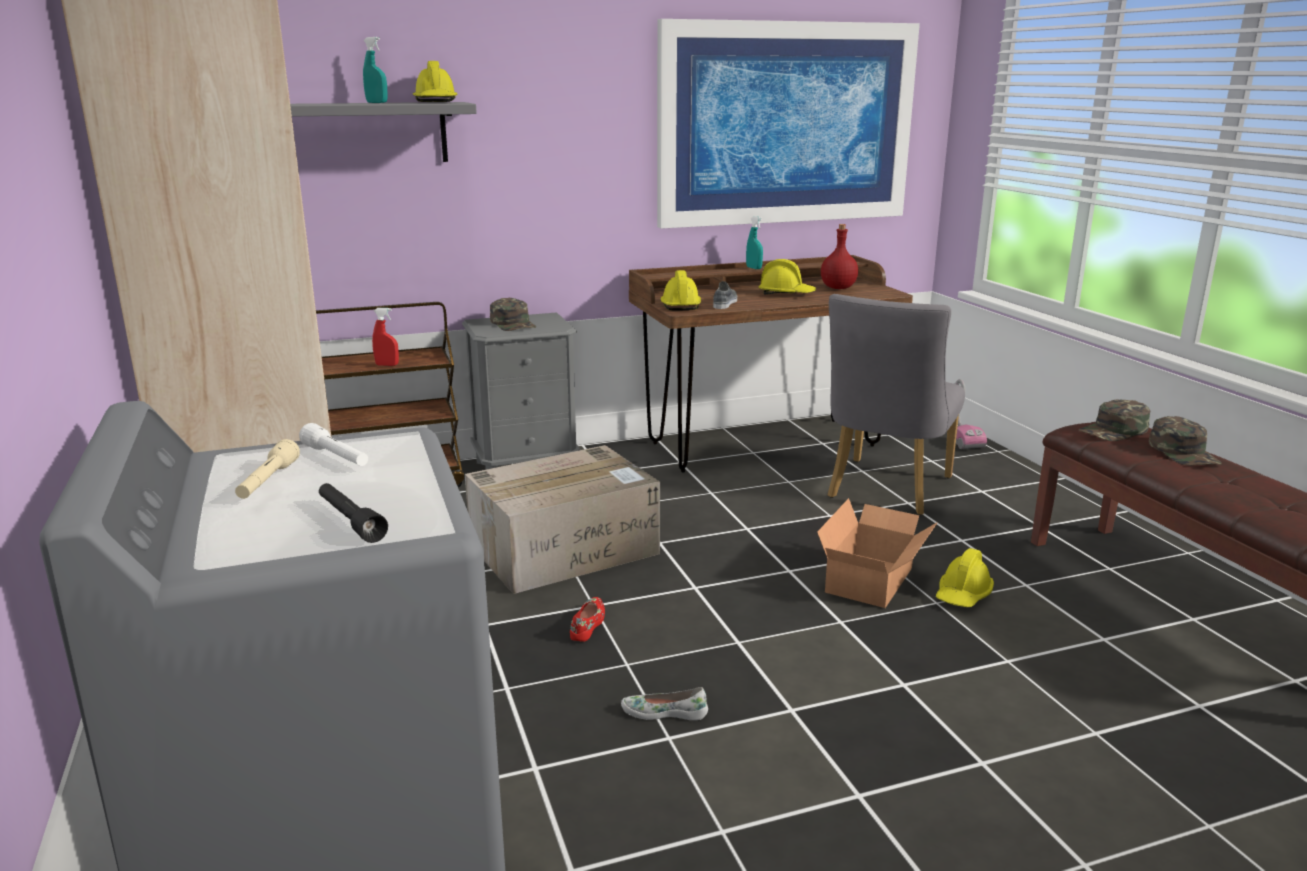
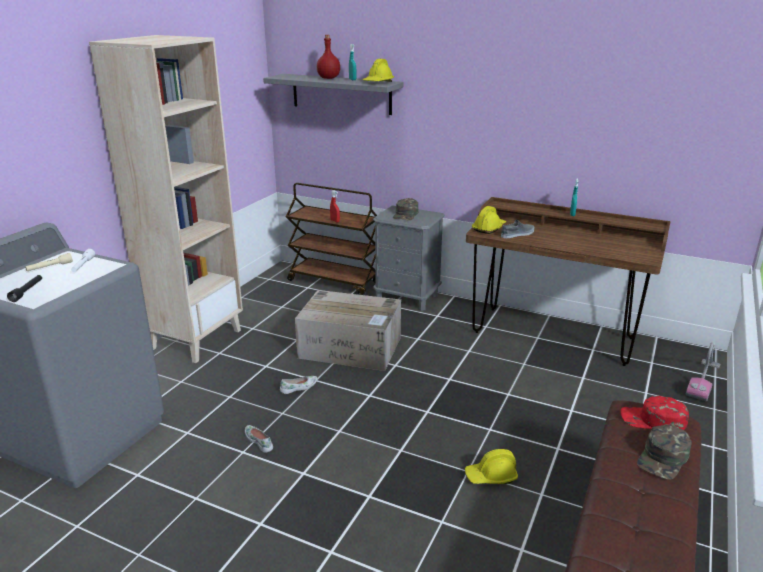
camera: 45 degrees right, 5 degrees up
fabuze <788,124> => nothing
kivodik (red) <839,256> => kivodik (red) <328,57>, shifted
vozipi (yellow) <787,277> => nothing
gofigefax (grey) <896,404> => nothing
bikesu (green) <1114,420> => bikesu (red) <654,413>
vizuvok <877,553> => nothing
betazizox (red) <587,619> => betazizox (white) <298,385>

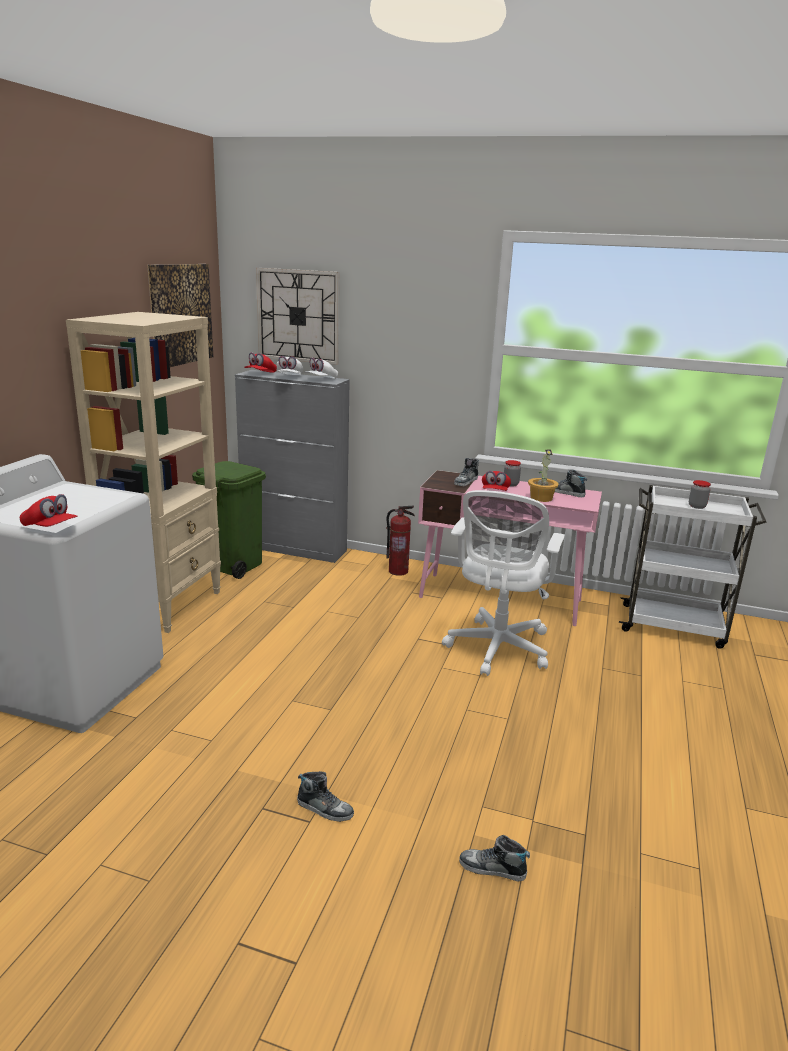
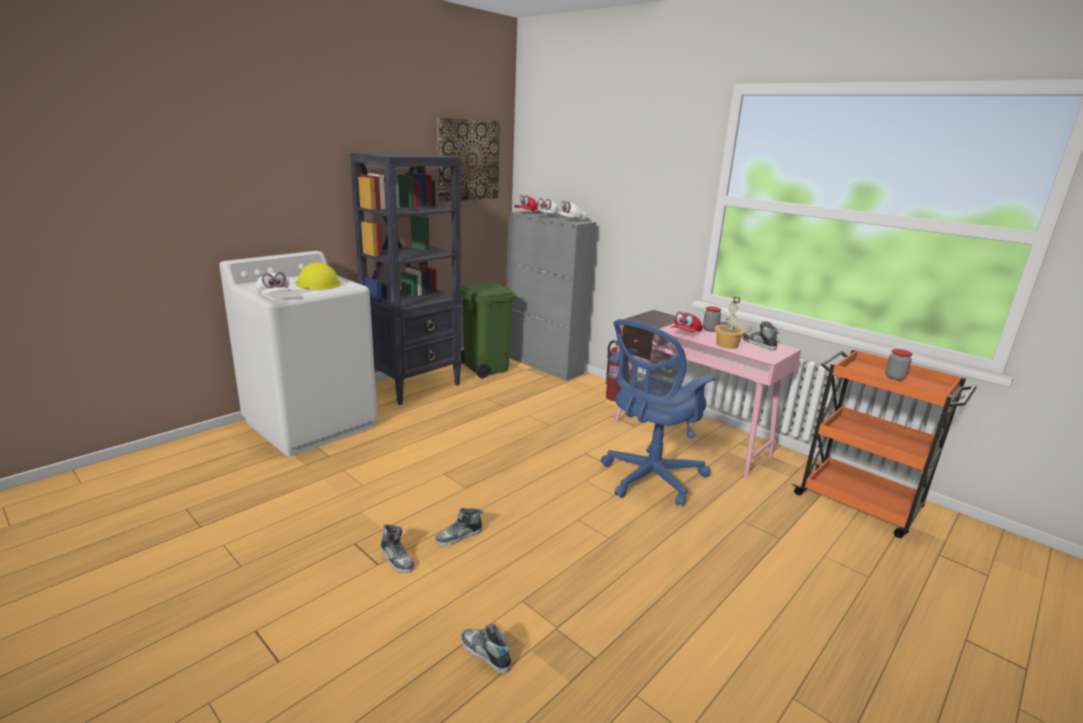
camera: 25 degrees right, 0 degrees up
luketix <298,316> => nothing
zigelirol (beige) <143,472> => zigelirol (black) <406,279>
betazizox <466,472> => betazizox <459,527>, shifted
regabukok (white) <693,567> => regabukok (orange) <884,443>
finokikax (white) <503,583> => finokikax (blue) <658,412>
bikesu (red) <49,510> => bikesu (white) <273,283>
nothing => vozipi (yellow) <318,276>

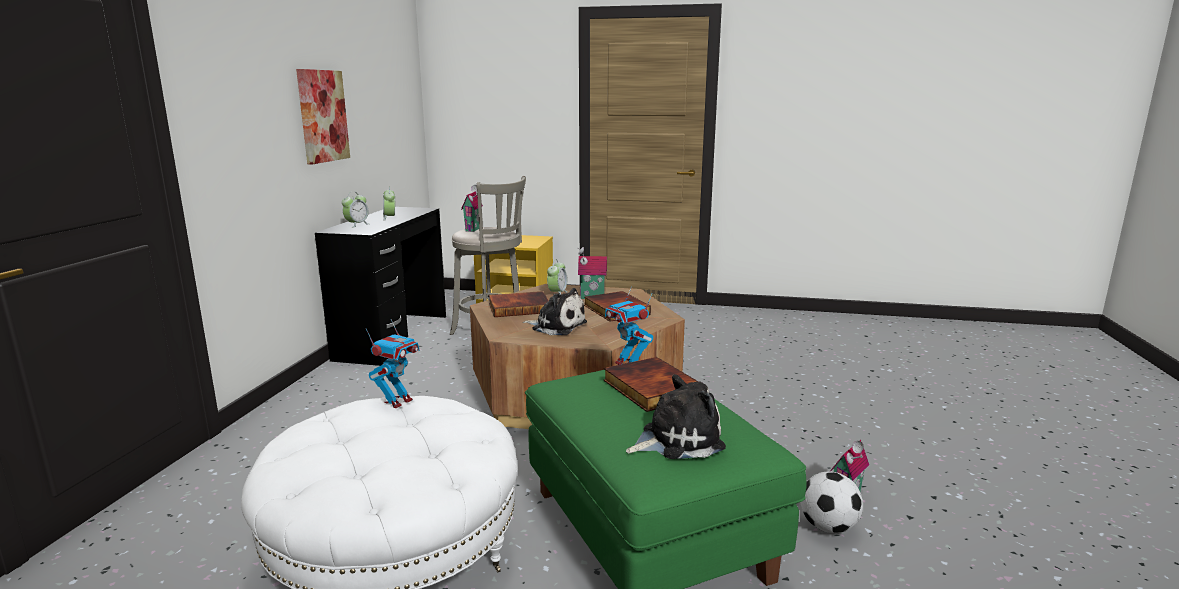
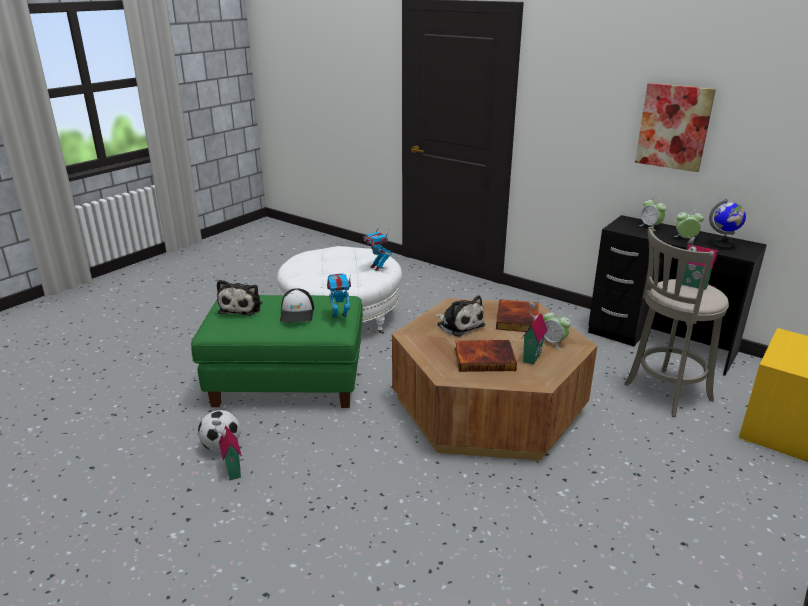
camera: 115 degrees right, 10 degrees up
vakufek <555,311> => vakufek <460,316>, 90 degrees counterclockwise
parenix <651,384> => bikesu <297,305>
nothing => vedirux <727,224>

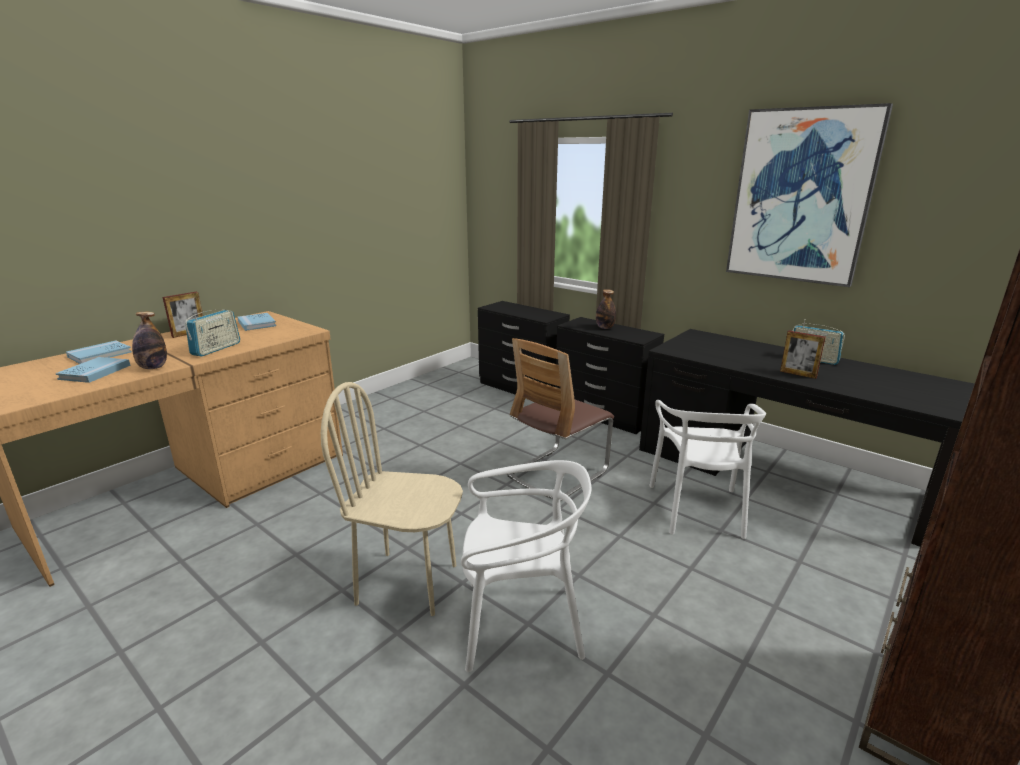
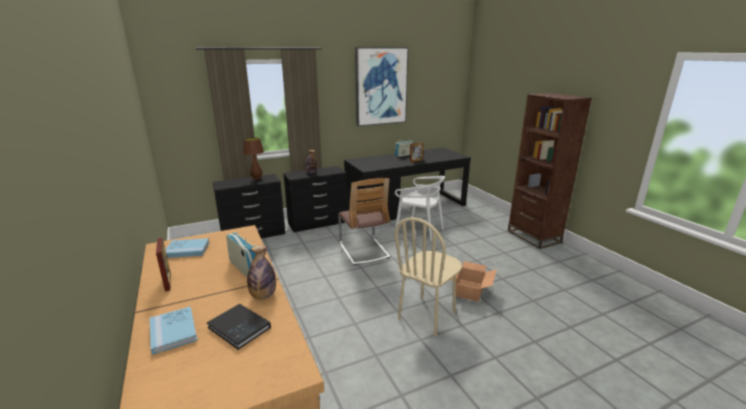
camera: 65 degrees left, 0 degrees up
parenix (blue) <93,370> => parenix (black) <239,327>
gofigefax (white) <526,566> => vizuvok <473,281>
nothing => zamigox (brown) <253,158>

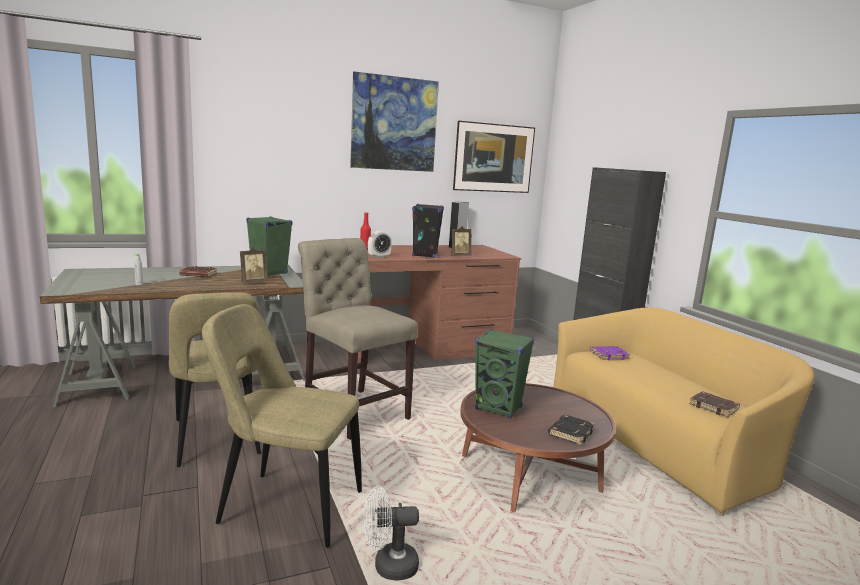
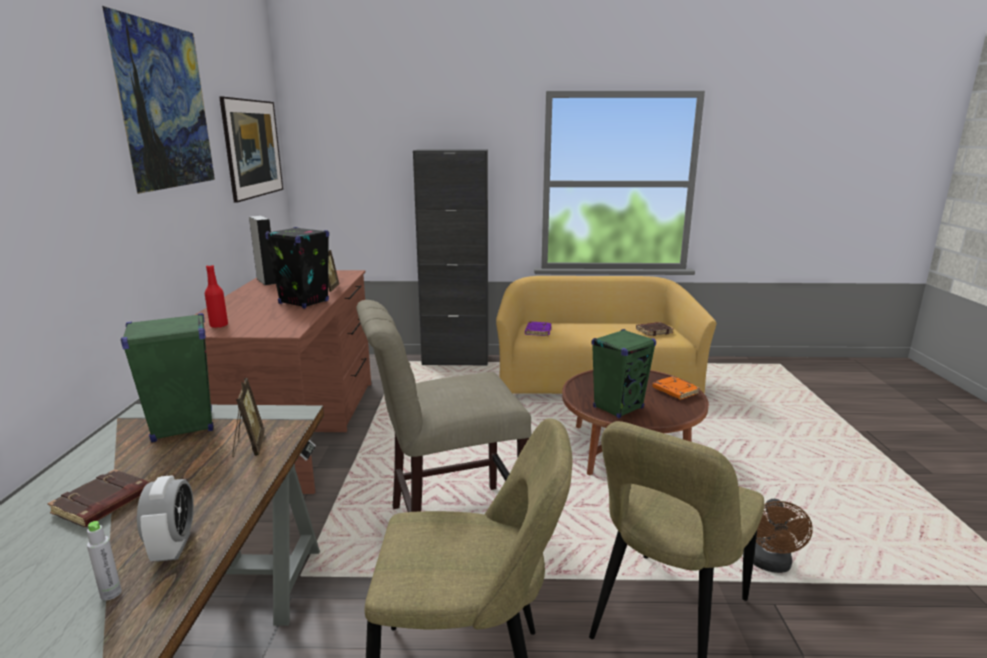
camera: 65 degrees left, 5 degrees up
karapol <380,244> => karapol <165,518>, shifted
parenix (black) <571,430> => parenix (orange) <676,388>
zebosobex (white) <391,533> => zebosobex (brown) <783,536>

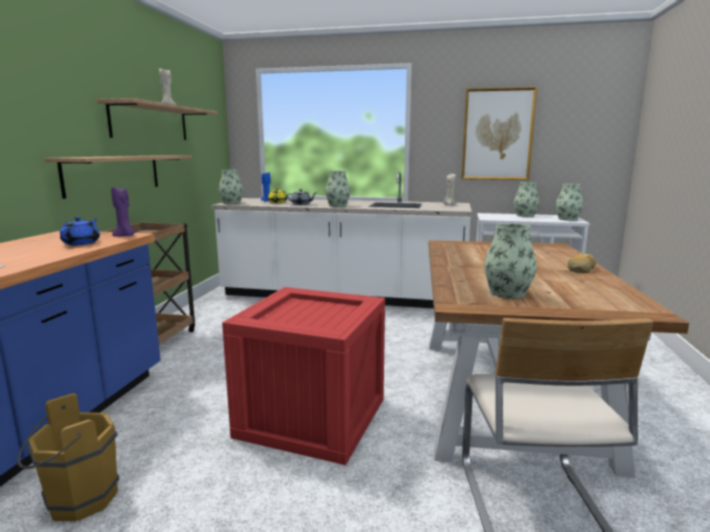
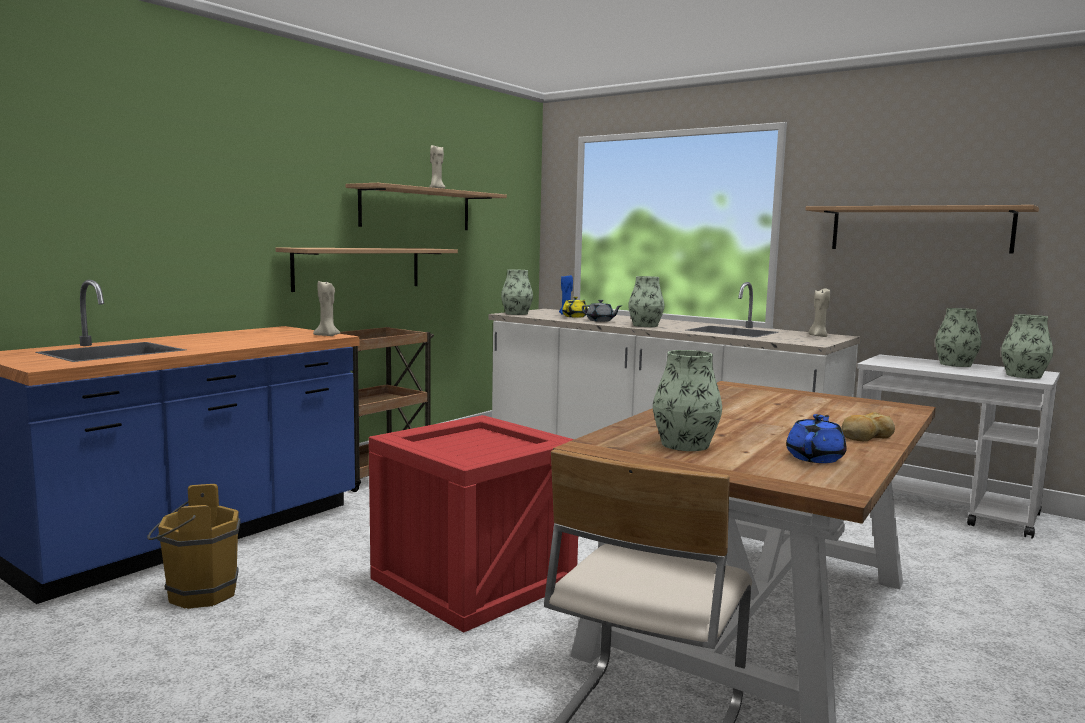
camera: 25 degrees right, 5 degrees down
fabuze <499,133> => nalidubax <922,229>
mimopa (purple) <123,211> => mimopa (beige) <326,308>
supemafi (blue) <80,231> => supemafi (blue) <816,438>, shifted

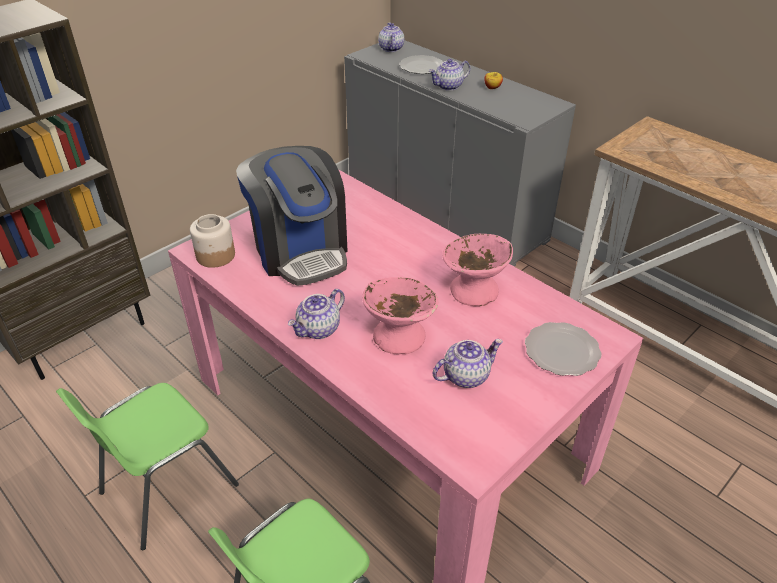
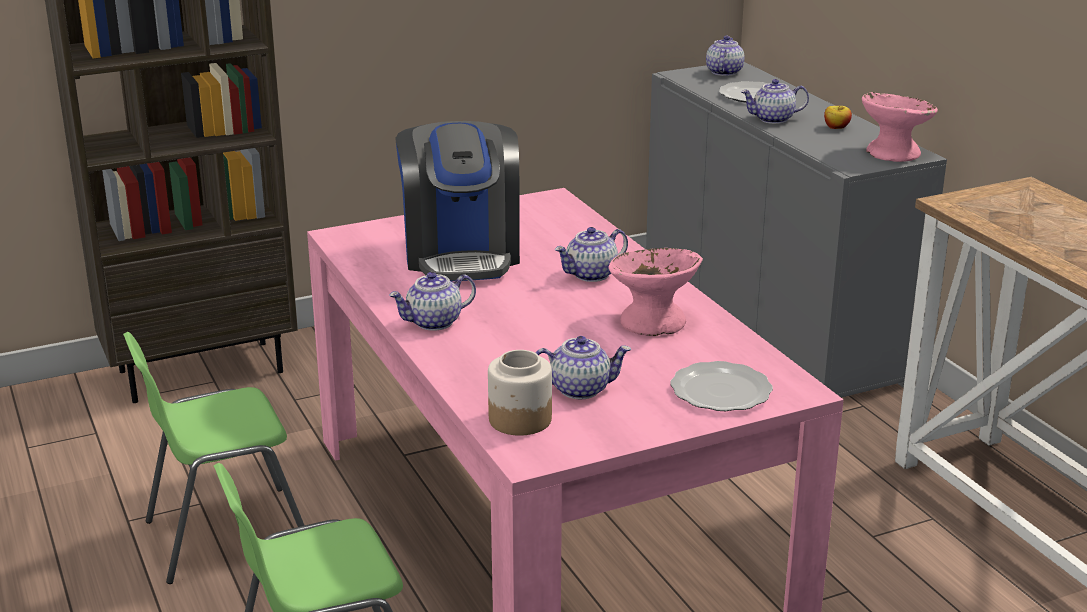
camera: 20 degrees right, 15 degrees down
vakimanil <212,241> => vakimanil <520,393>, shifted
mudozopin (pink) <400,315> => mudozopin (pink) <900,127>, shifted
nothing => supemafi <591,254>

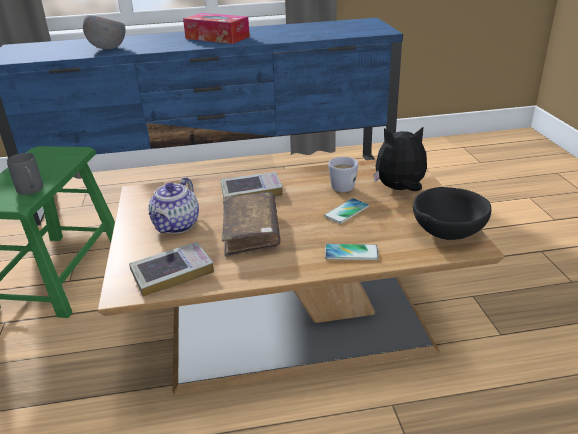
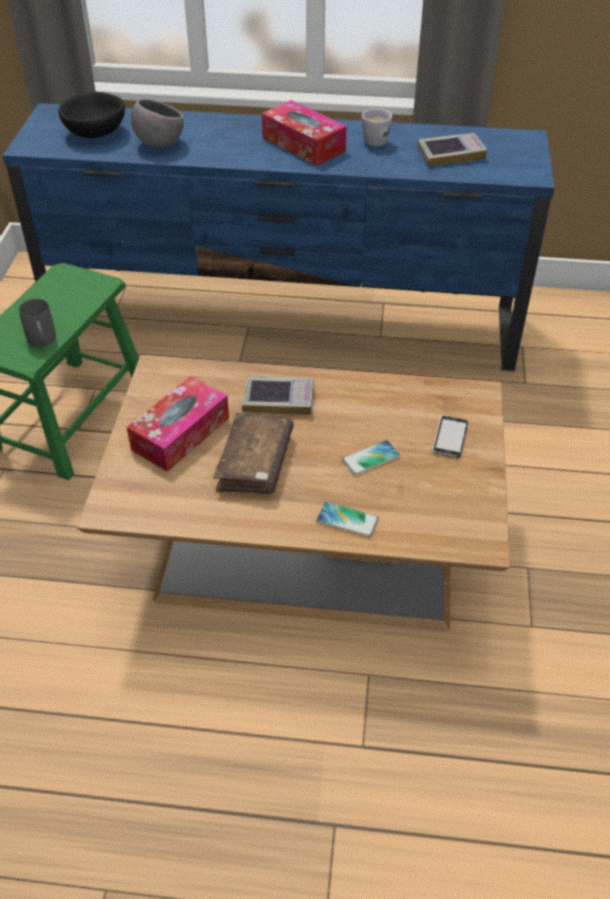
camera: 15 degrees right, 15 degrees up
vakufek <400,158> => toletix <450,437>
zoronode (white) <343,174> => zoronode (white) <377,127>, shifted
supemafi <173,205> => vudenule <178,424>
mudozopin (black) <452,213> => mudozopin (black) <91,115>, shifted
parenix <171,269> => parenix <452,149>, shifted

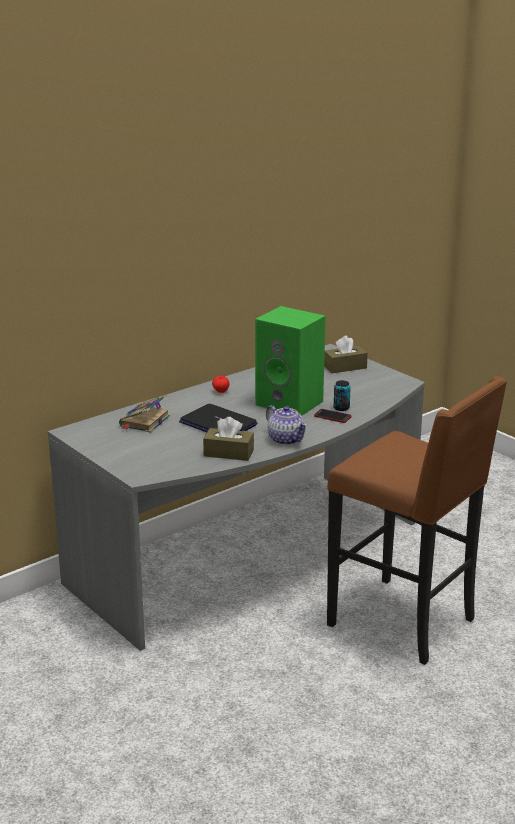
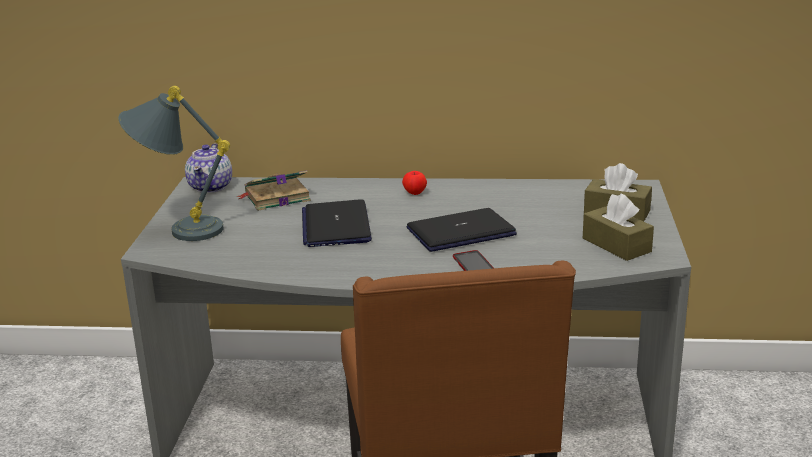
camera: 45 degrees right, 0 degrees up
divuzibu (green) <290,360> => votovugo <462,230>
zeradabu <342,395> => nothing
supemafi <287,425> => supemafi <208,168>, shifted
vudenule (brown) <228,439> => vudenule (brown) <618,227>, shifted
nothing => zamigox (grey) <174,163>

